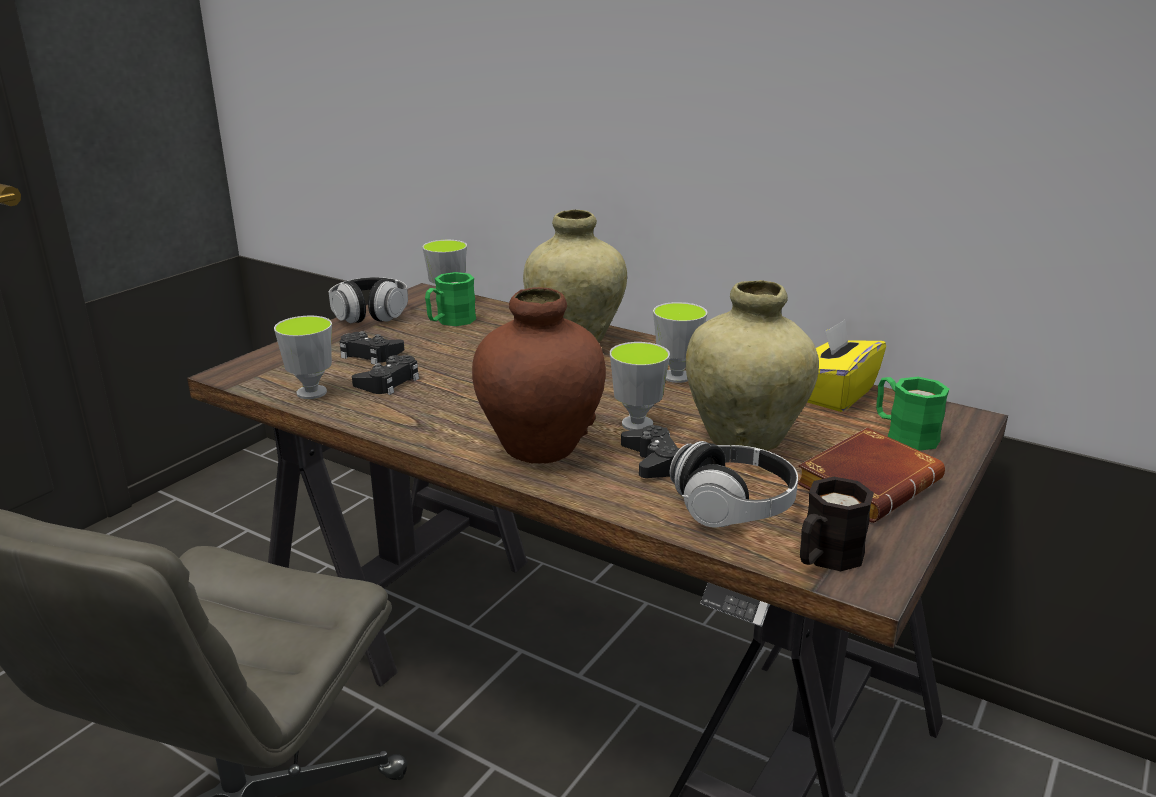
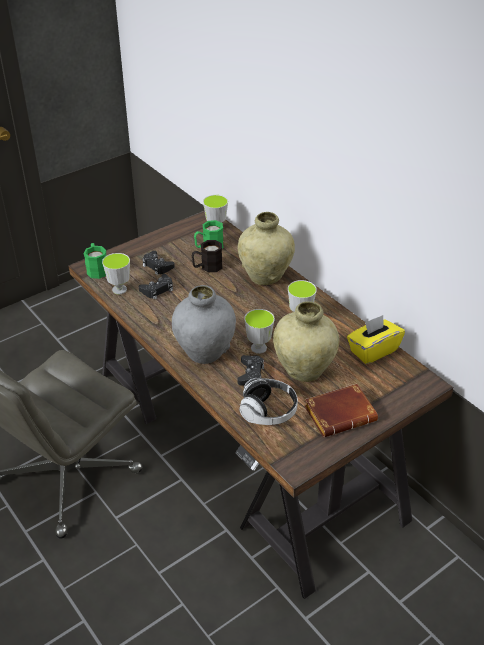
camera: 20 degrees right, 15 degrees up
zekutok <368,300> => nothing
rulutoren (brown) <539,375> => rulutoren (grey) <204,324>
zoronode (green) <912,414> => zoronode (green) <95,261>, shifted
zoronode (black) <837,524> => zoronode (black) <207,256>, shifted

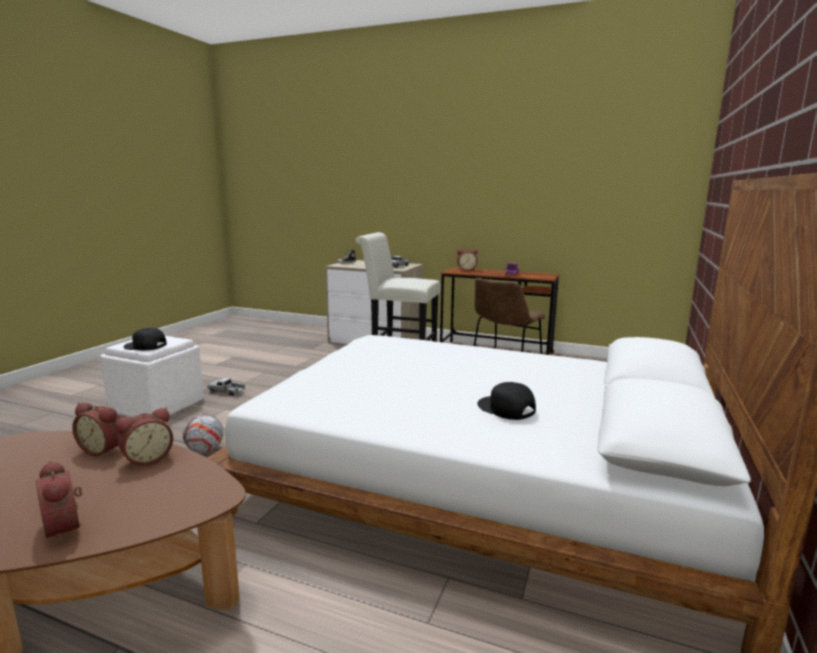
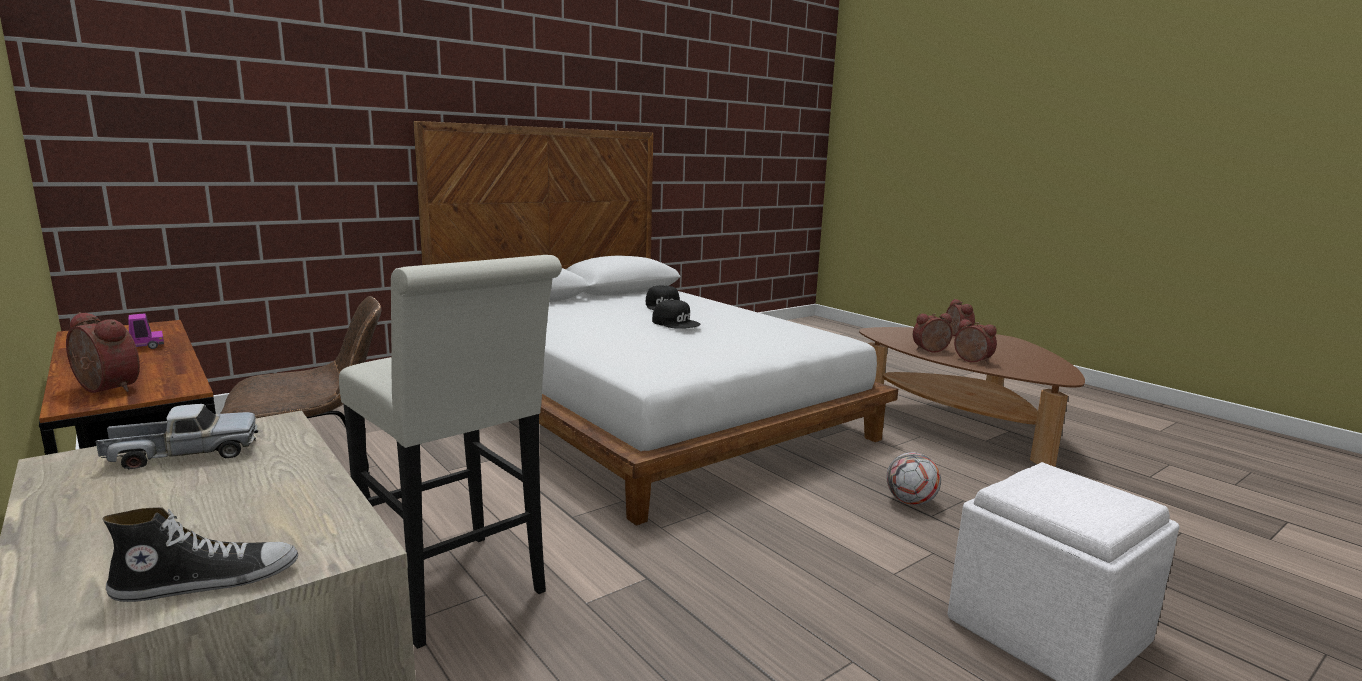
camera: 150 degrees left, 0 degrees up
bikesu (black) <145,339> => bikesu (black) <676,314>, shifted
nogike <226,387> => nothing

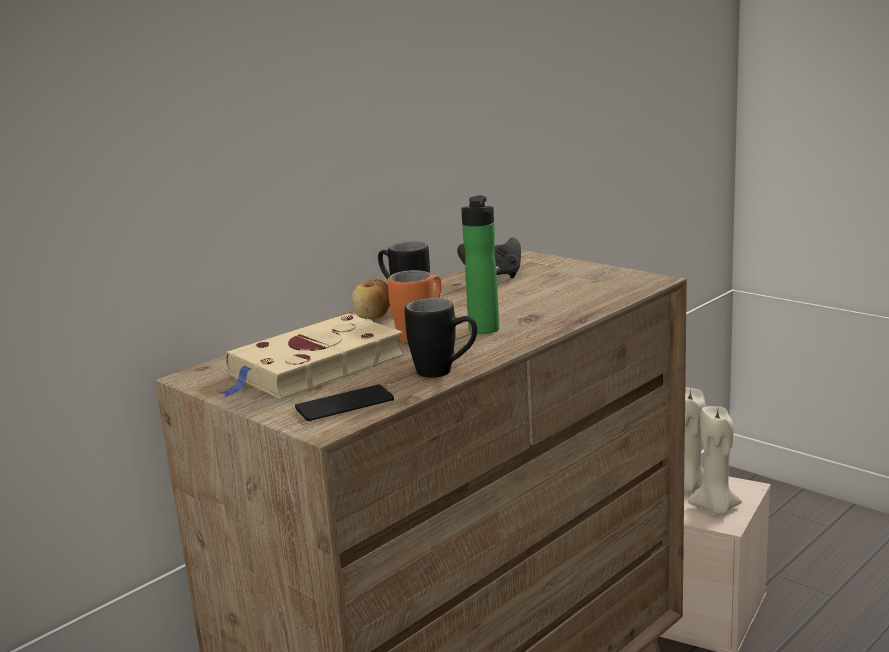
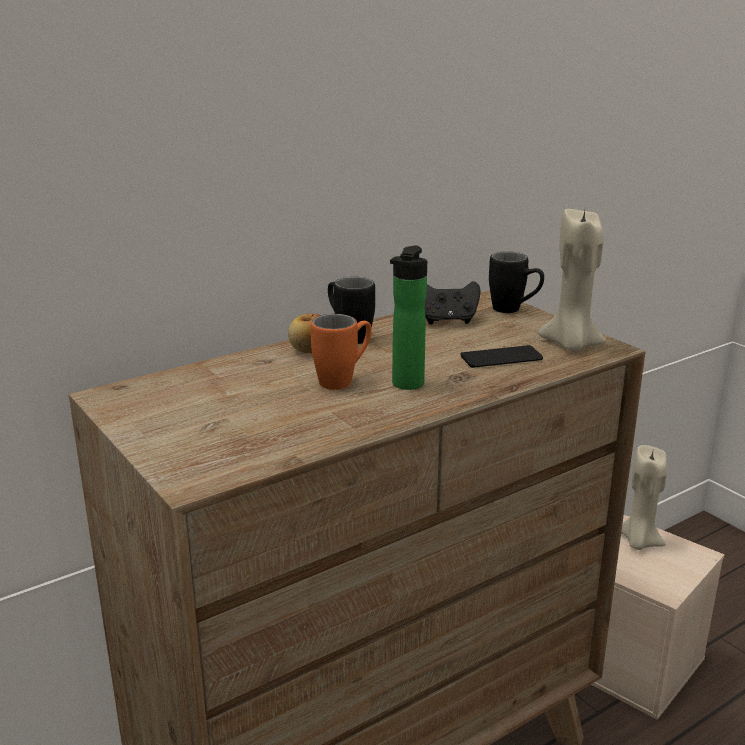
camera: 10 degrees right, 5 degrees up
zoronode (black) <441,338> => zoronode (black) <516,282>, shifted
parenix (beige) <312,356> => nothing
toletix <344,402> => toletix <501,356>, shifted
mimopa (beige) <715,460> => mimopa (beige) <572,280>, shifted

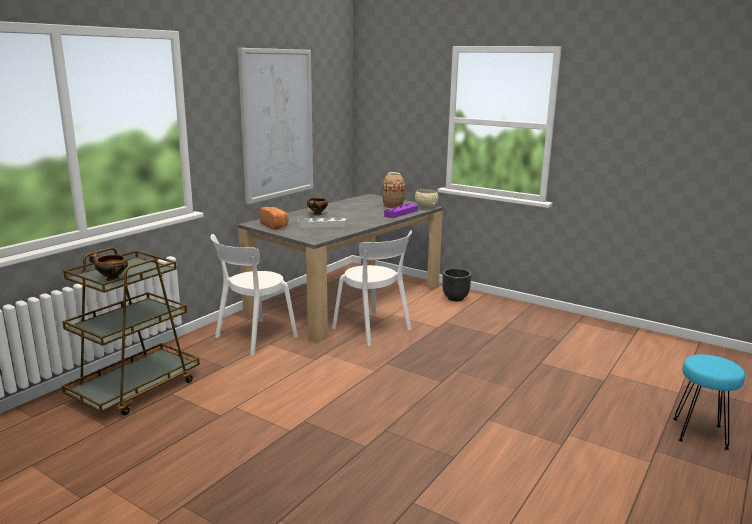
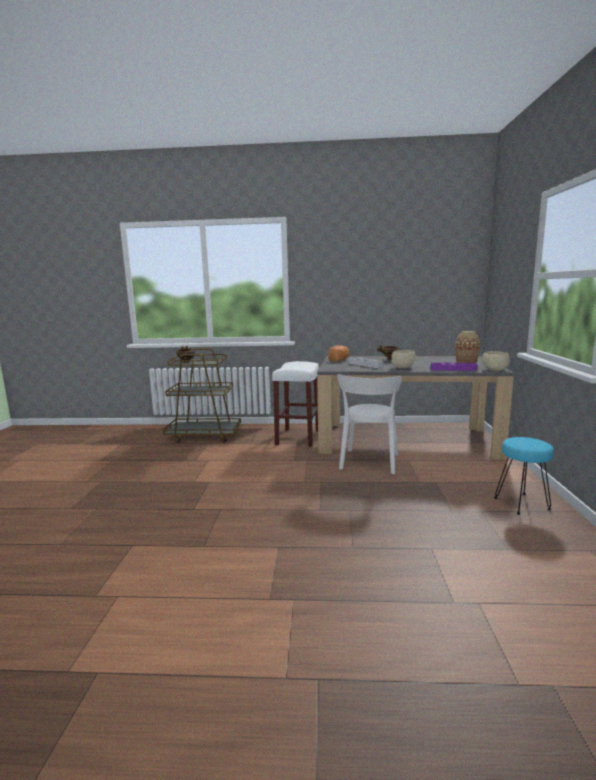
camera: 60 degrees right, 5 degrees down
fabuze <275,126> => nothing
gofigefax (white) <254,295> => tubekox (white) <295,404>
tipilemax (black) <456,284> => nothing
tubekox (turquoise) <709,402> => tubekox (turquoise) <524,476>, shifted
nothing => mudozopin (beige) <403,359>

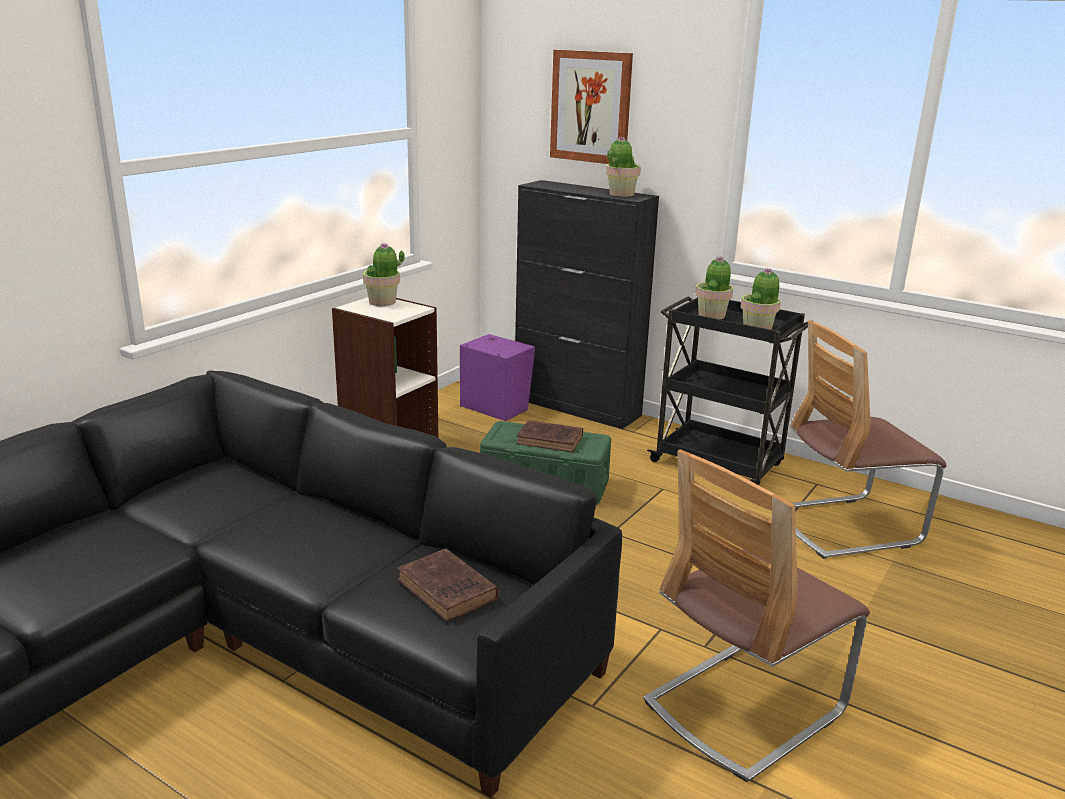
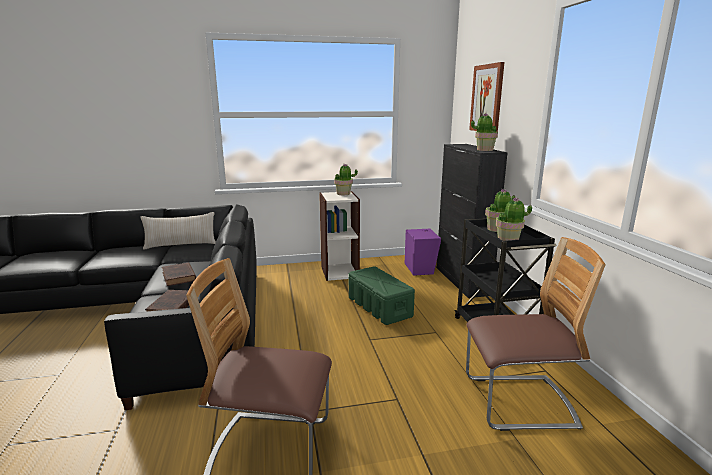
camera: 45 degrees right, 5 degrees down
gofigefax <868,439> => gofigefax <536,334>, 150 degrees clockwise
parenix (brown) <549,436> => parenix (brown) <179,274>, shifted
nothing => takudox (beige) <178,231>

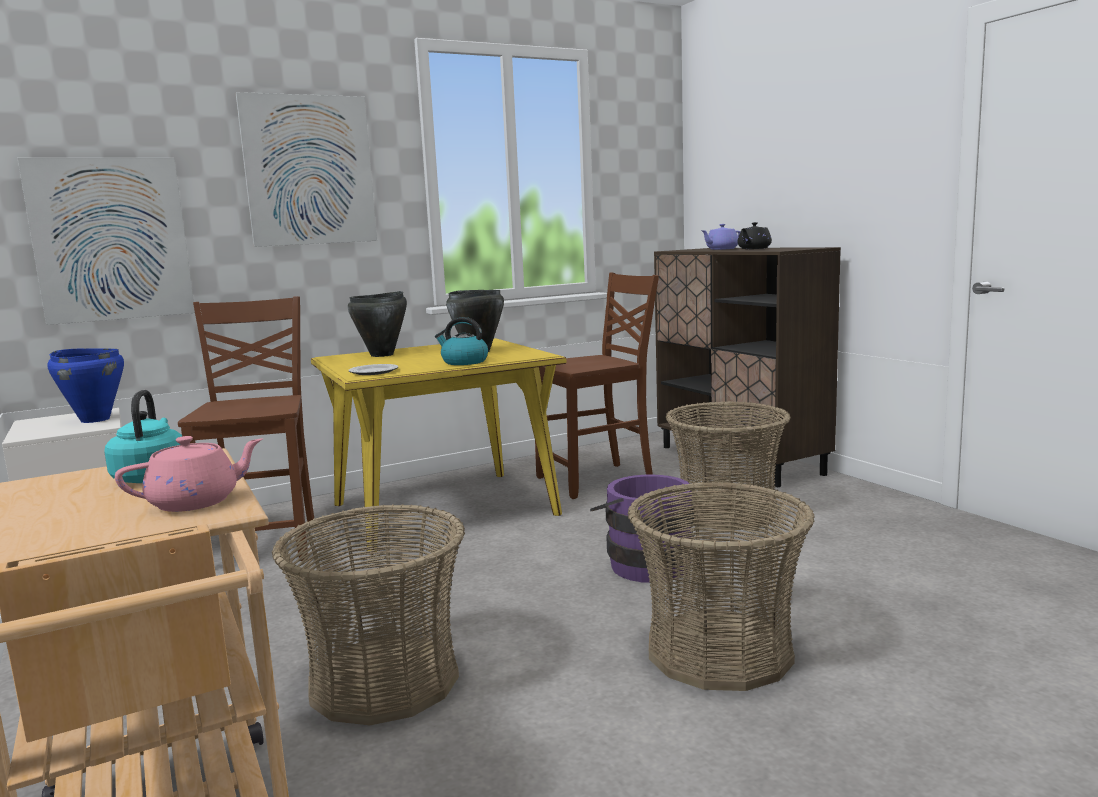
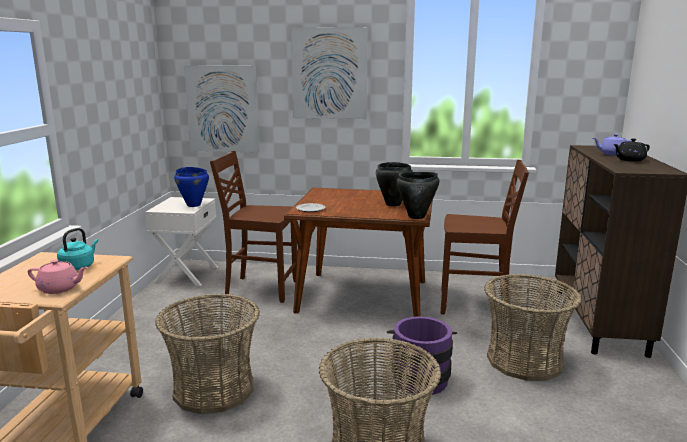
camera: 35 degrees right, 5 degrees up
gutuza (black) <377,324> => gutuza (black) <418,195>, shifted
gofigefax (brown) <246,428> => gofigefax (brown) <254,227>, 105 degrees counterclockwise
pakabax <461,341> => nothing
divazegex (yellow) <438,446> => divazegex (brown) <358,252>

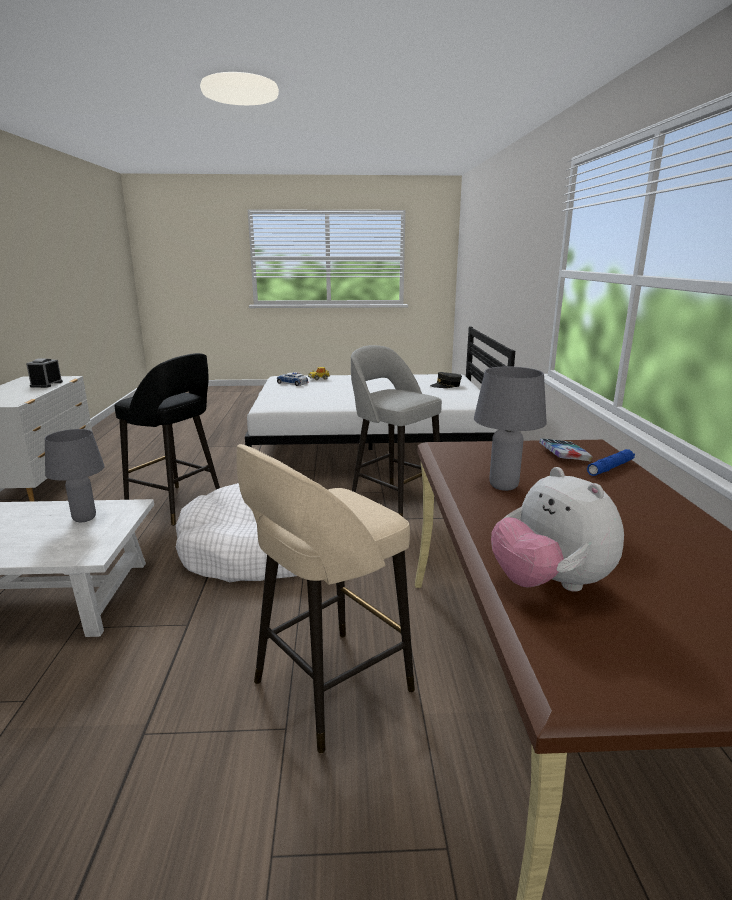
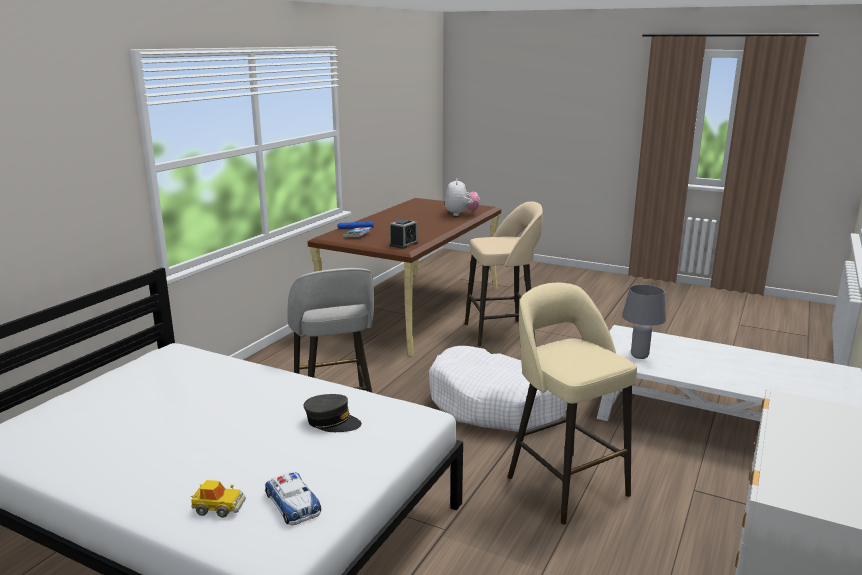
camera: 150 degrees left, 0 degrees up
tubekox (black) <167,439> => tubekox (beige) <572,404>
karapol <44,373> => karapol <404,234>, shifted
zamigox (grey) <510,429> => nothing
bikesu (grey) <446,380> => bikesu (grey) <333,413>, shifted

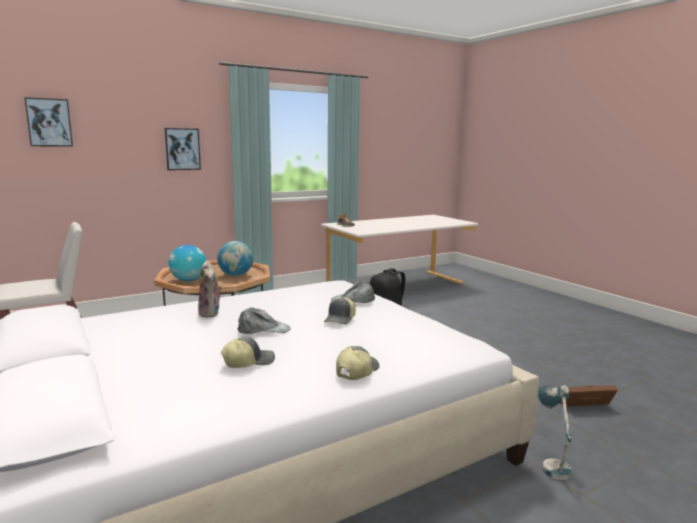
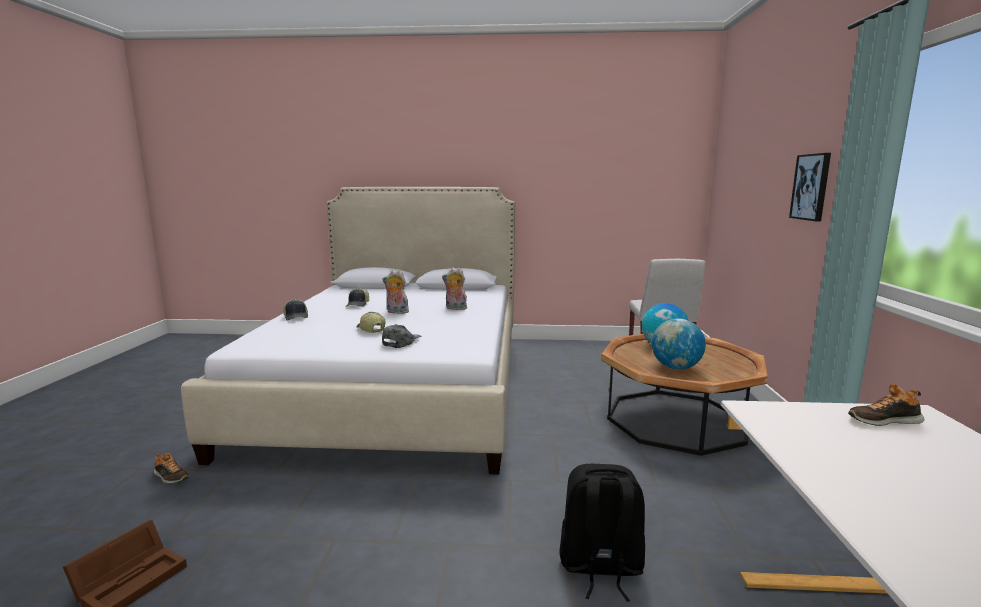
camera: 125 degrees right, 0 degrees up
fabuze <48,122> => nothing
bikesu (grey) <264,320> => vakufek <396,292>
zamigox <555,432> => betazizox <171,468>

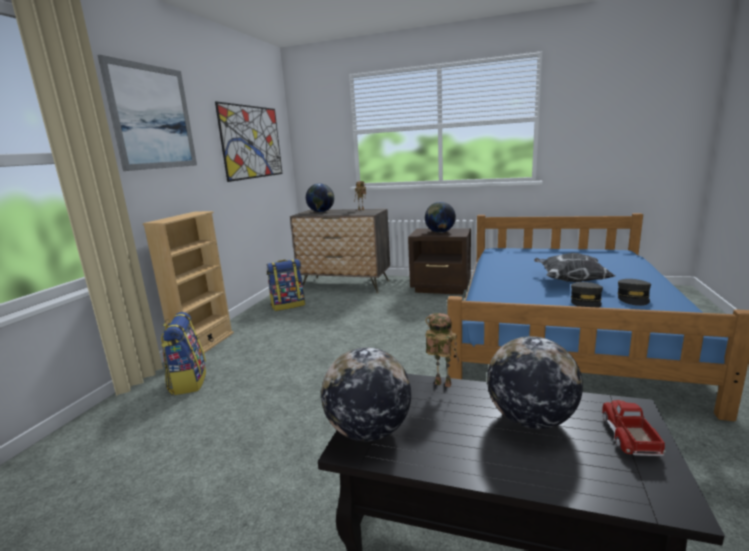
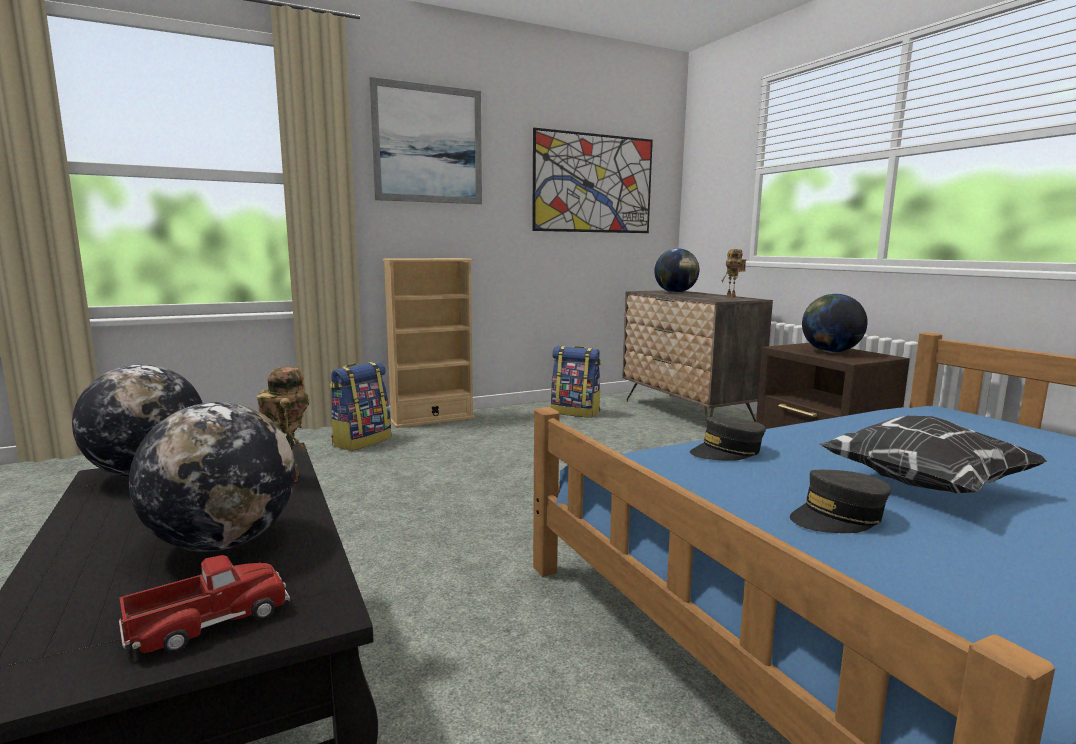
camera: 45 degrees right, 5 degrees down
bikesu (grey) <634,292> => bikesu (grey) <728,439>, shifted

